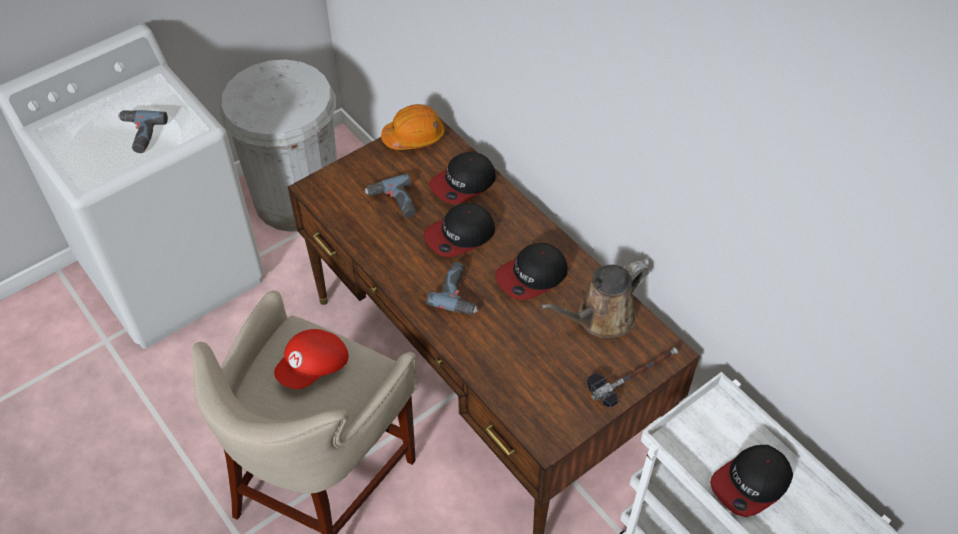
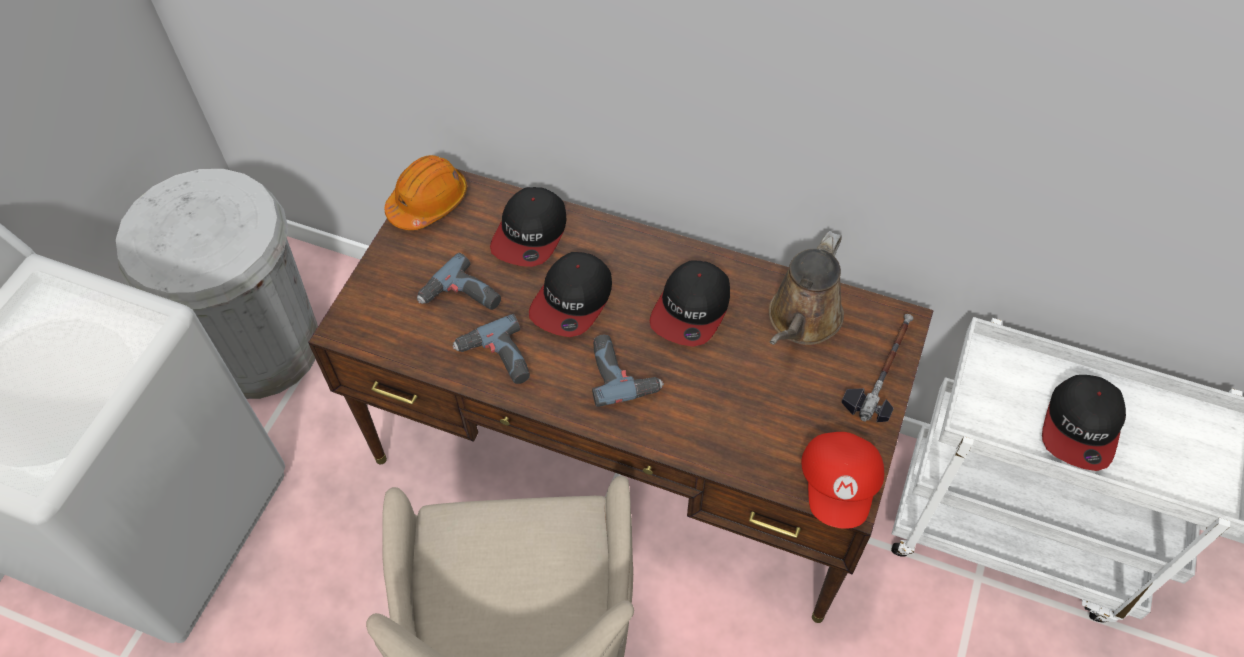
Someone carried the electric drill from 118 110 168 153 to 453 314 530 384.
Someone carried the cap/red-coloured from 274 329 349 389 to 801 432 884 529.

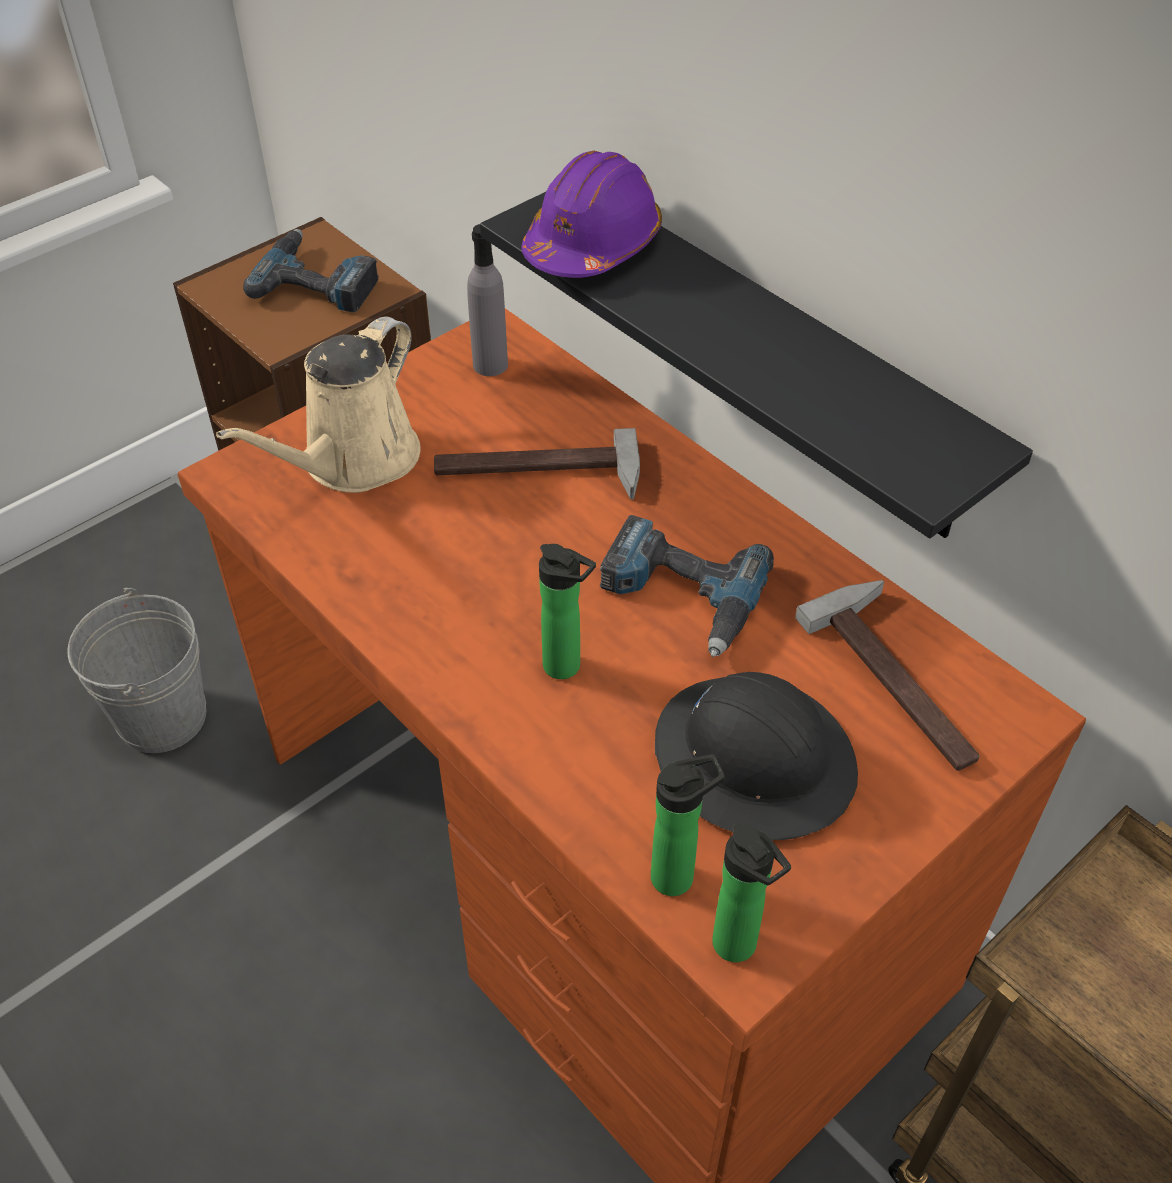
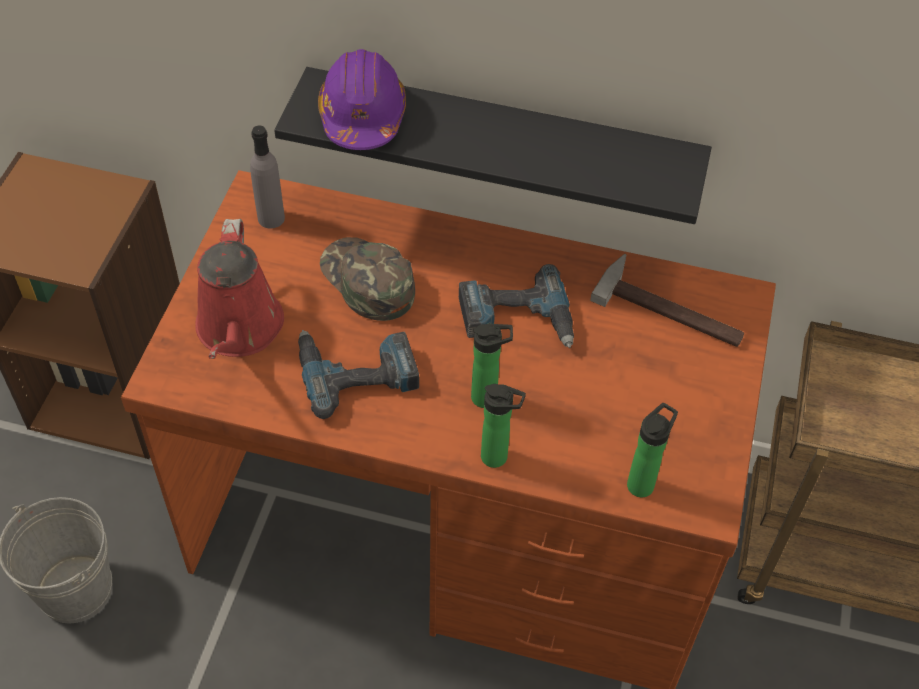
Someone repainted the watering pot/sand-coloured at 216 316 421 493, which became the watering pot/red-coloured at 195 219 284 359.
Someone carried the electric drill from 243 229 379 312 to 298 330 419 419.
Someone swapped the hand hammer at 434 428 640 500 for the cap/green at 320 237 415 321.
Someone carried the bottle from 712 823 791 962 to 481 384 526 468.
Someone took away the hard hat/blackish at 655 672 858 840.

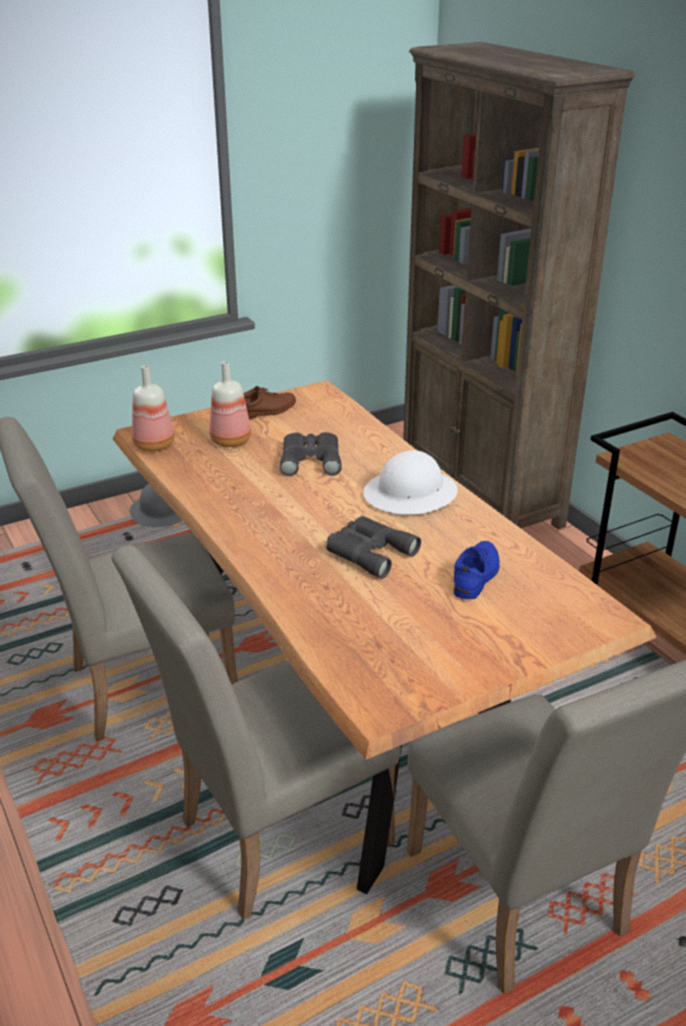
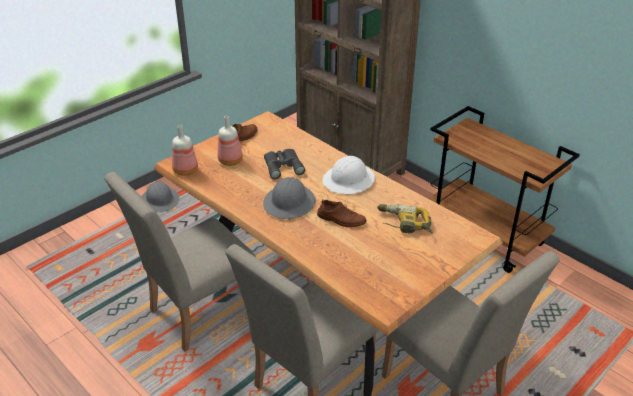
Someone put down the hard hat/grey at 263 177 315 219.
Someone swapped the field glasses/grey at 326 516 421 579 for the item of footwear/brown-coloured at 317 200 367 227.
Someone swapped the item of footwear/bluish at 454 541 500 599 for the electric drill at 377 204 433 234.

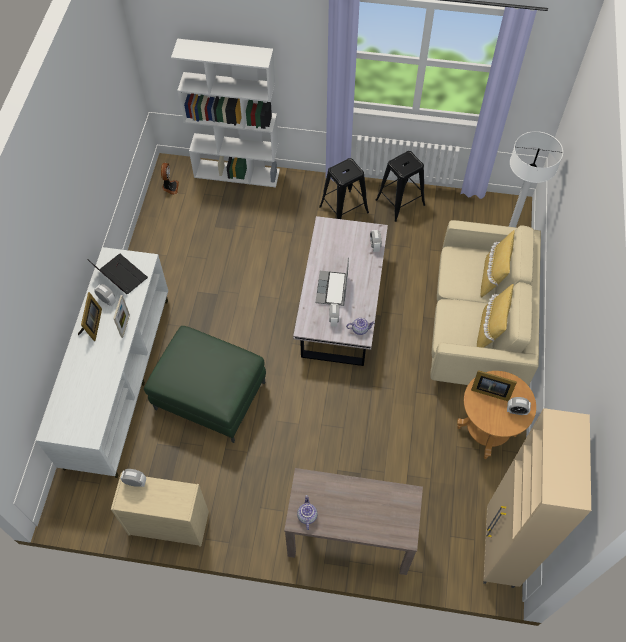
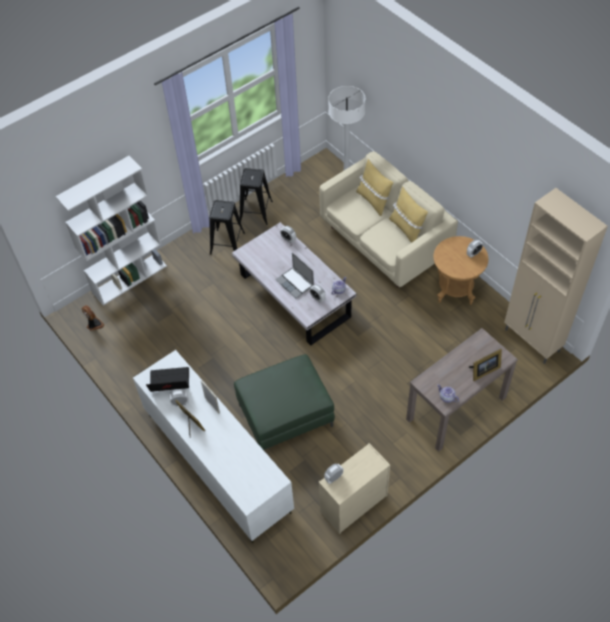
Someone carried the standing frame from 471 370 517 401 to 469 349 502 381.

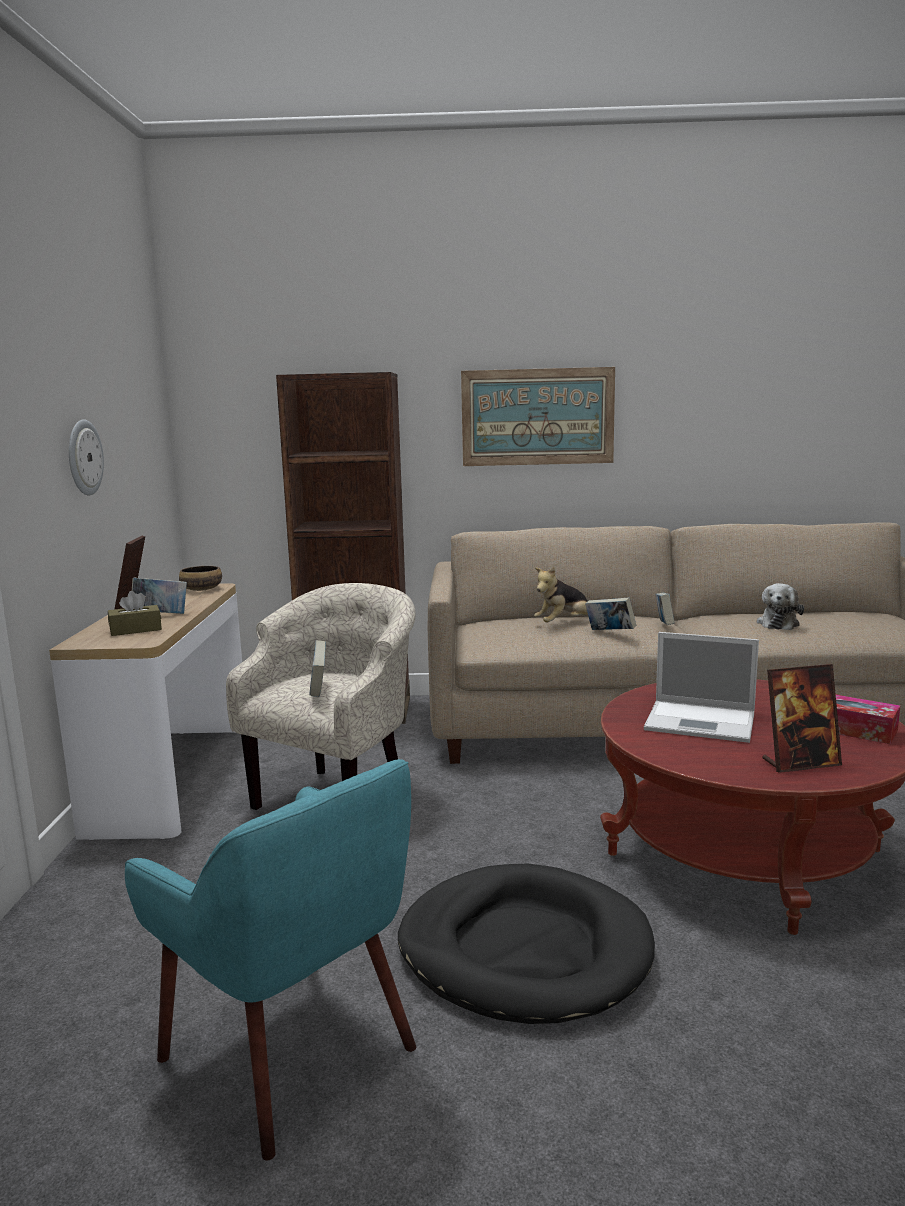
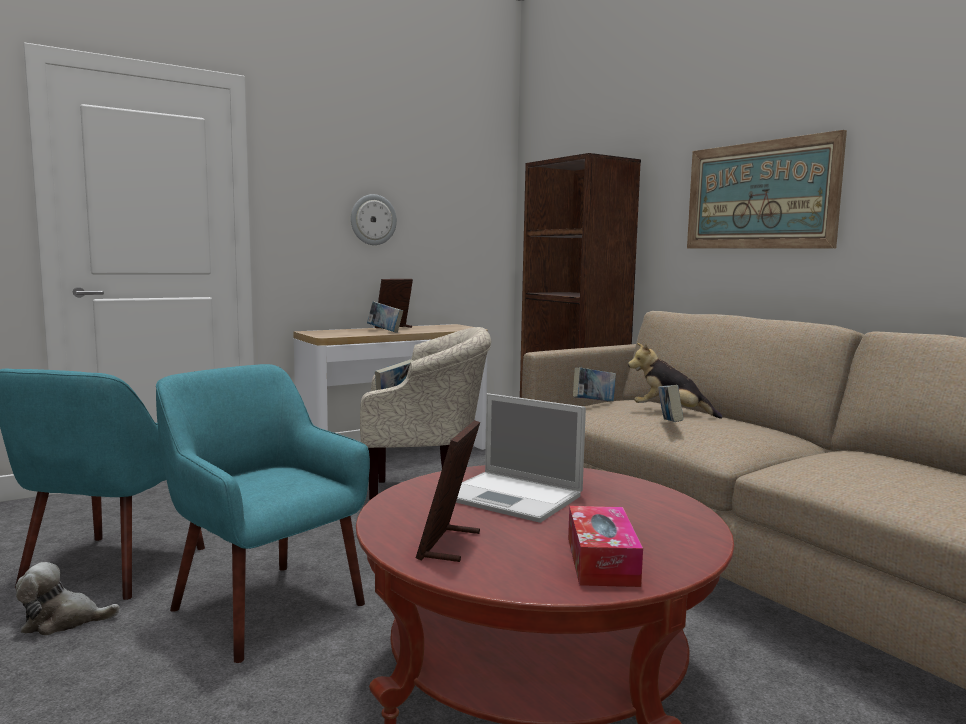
Someone carried the soft toy from 757 583 804 630 to 16 562 120 636.
Someone swapped the dog bed/blackish at 398 864 655 1024 for the armchair/blue-green at 156 364 370 663.
Someone rotated the standing frame at 762 664 842 773 by 60 degrees clockwise.
Someone rotated the portable computer at 644 632 759 743 by 45 degrees counterclockwise.
Someone carried the bound book from 655 592 674 625 to 573 367 616 401.
Someone took away the box of tissues/brown-coloured at 108 591 162 636.
Someone took away the bowl at 179 566 222 591.

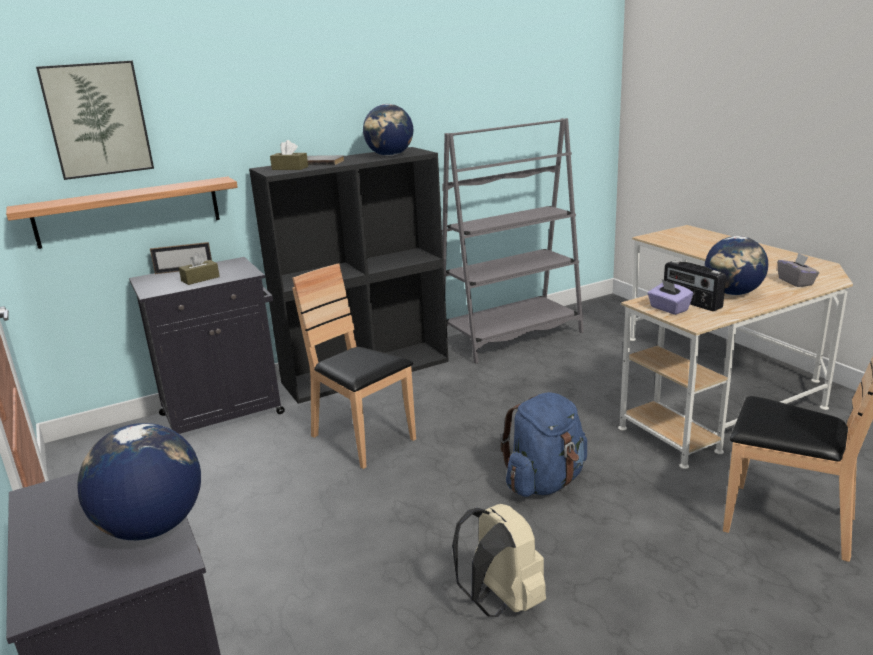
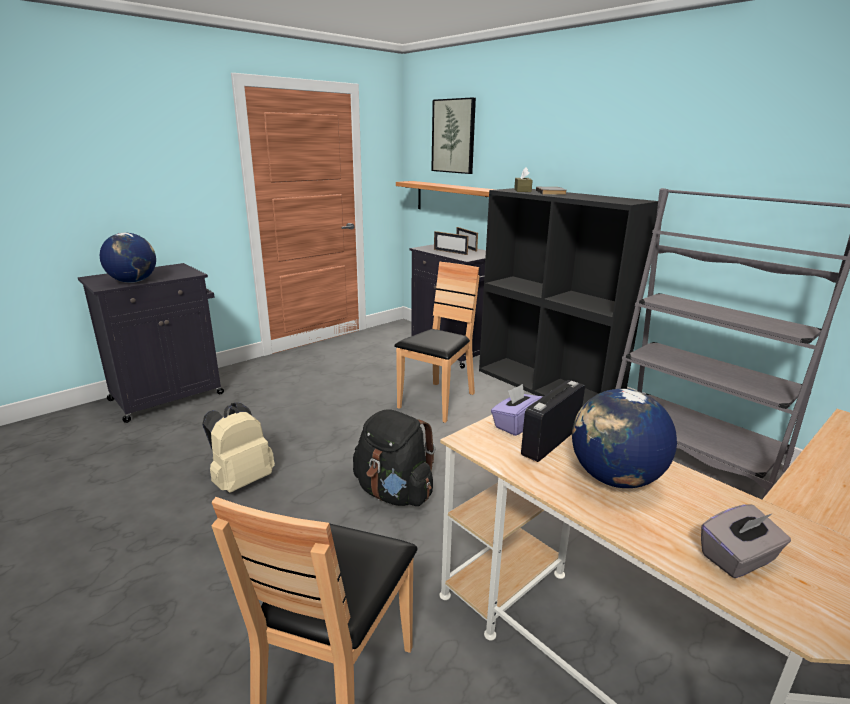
Someone repainted the backpack/bluish at 500 392 587 497, which became the backpack/blackish at 353 409 436 506.
Someone swapped the box of tissues/brown-coloured at 179 252 220 285 for the standing frame at 434 231 469 255.
Someone took away the globe at 363 104 413 156.

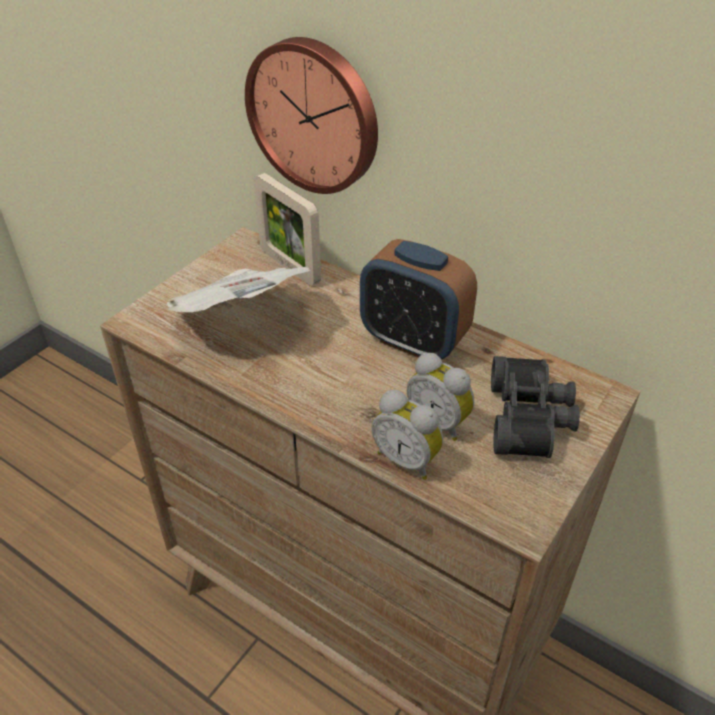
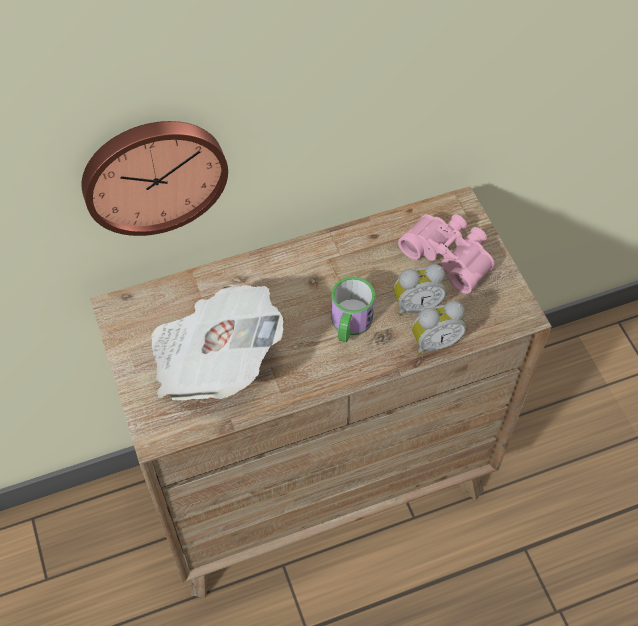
Someone put down the tea mug at 331 276 375 342.
Someone repainted the field glasses/blackish at 491 356 580 458, which became the field glasses/pink at 398 214 495 294.
Someone took away the standing frame at 253 173 321 286.
Someone took away the table clock at 360 239 477 359.

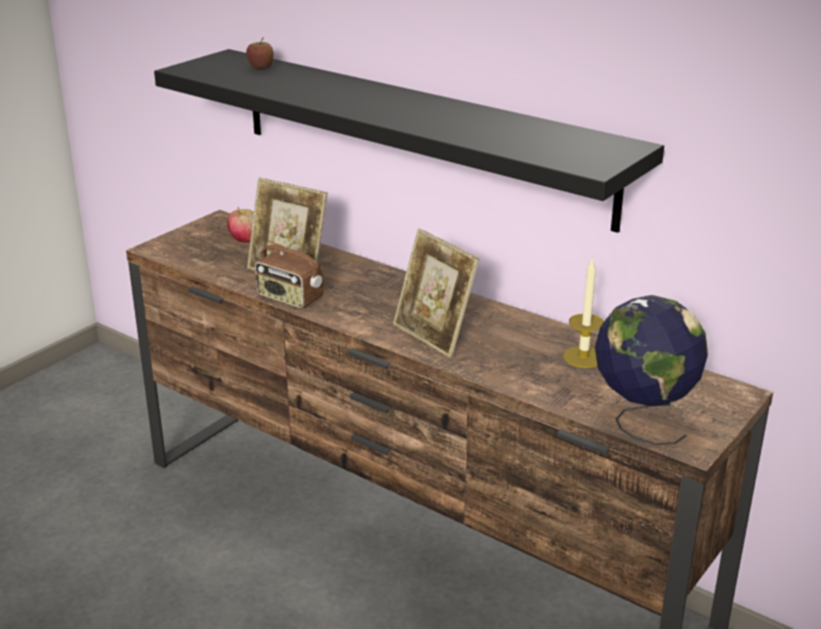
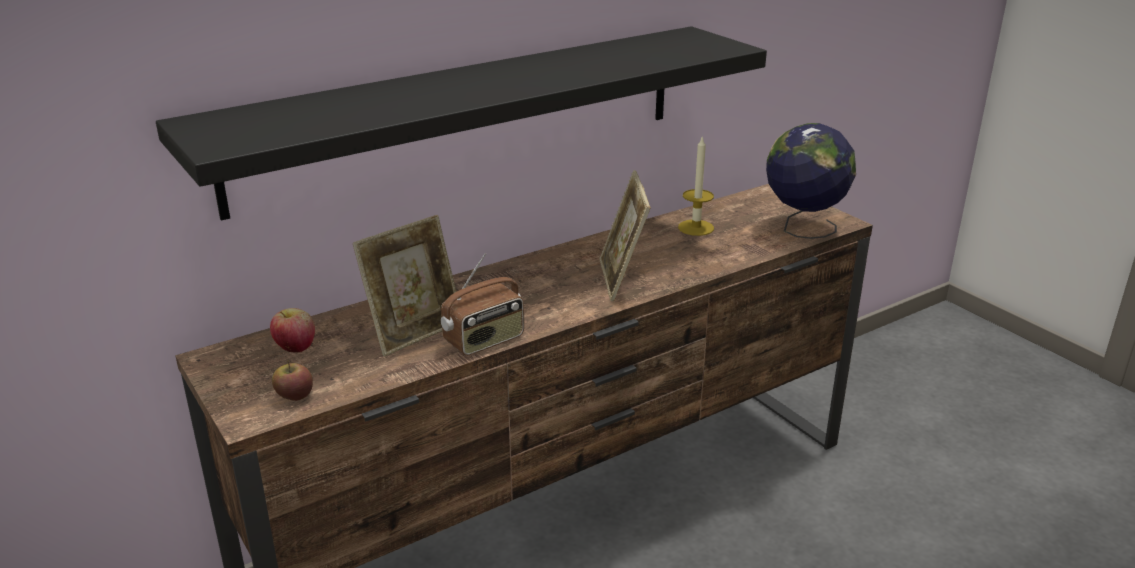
Someone carried the apple fruit from 246 38 274 69 to 272 360 313 401.
Someone rotated the standing frame at 393 228 480 358 by 105 degrees clockwise.

